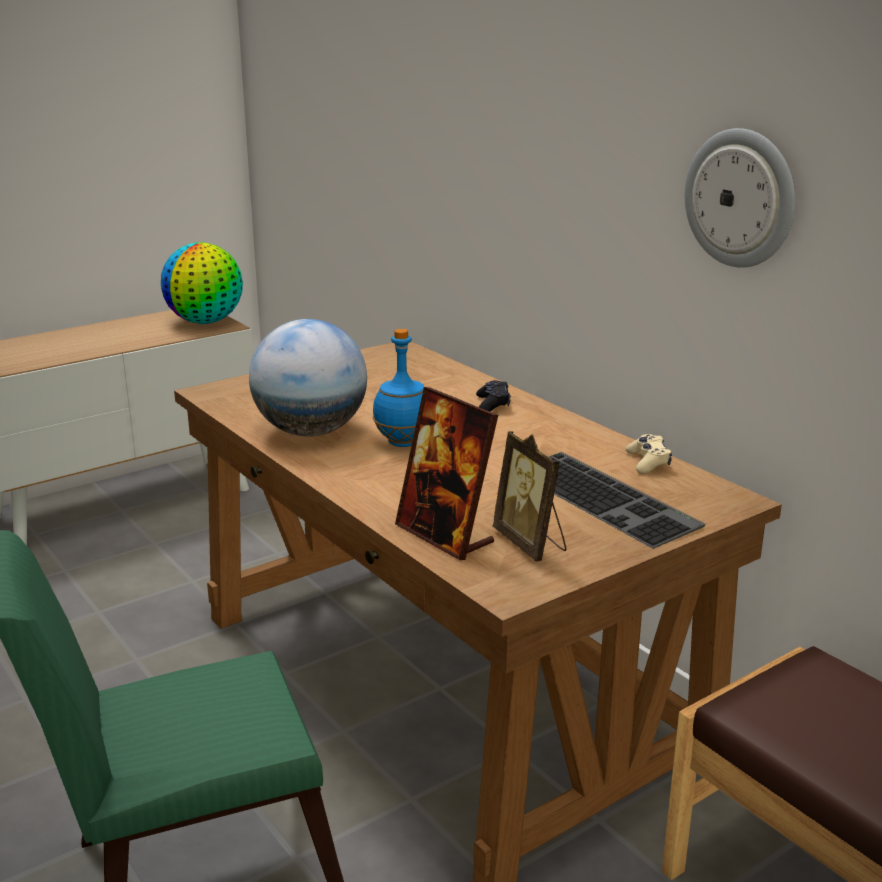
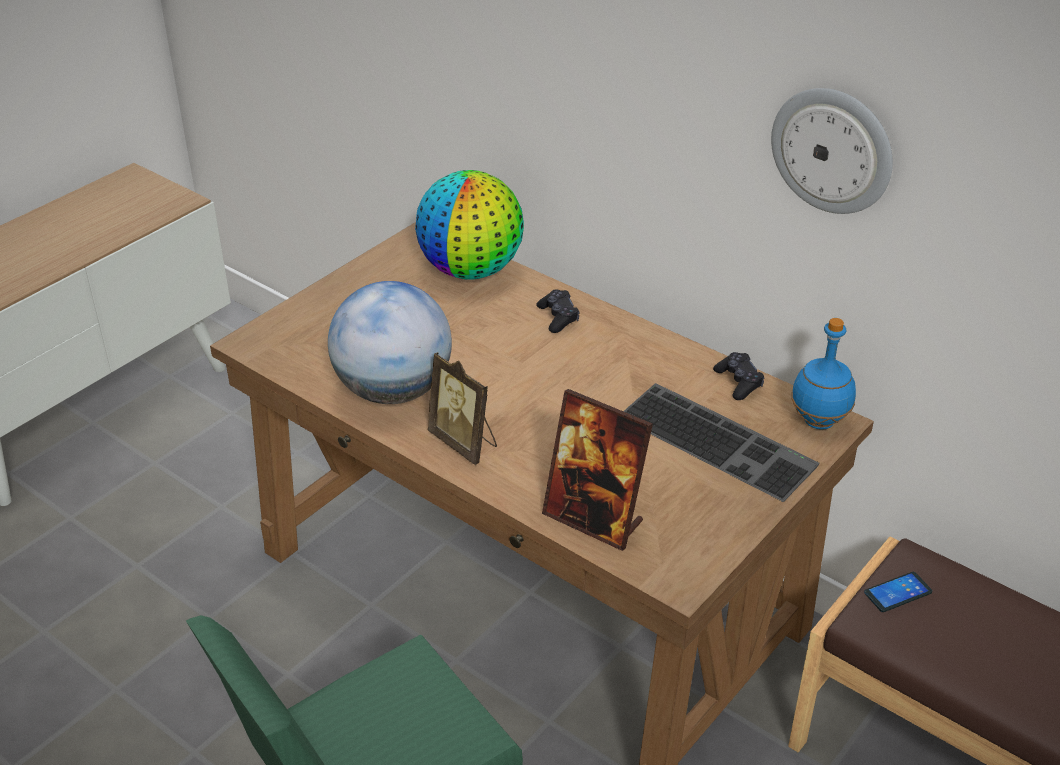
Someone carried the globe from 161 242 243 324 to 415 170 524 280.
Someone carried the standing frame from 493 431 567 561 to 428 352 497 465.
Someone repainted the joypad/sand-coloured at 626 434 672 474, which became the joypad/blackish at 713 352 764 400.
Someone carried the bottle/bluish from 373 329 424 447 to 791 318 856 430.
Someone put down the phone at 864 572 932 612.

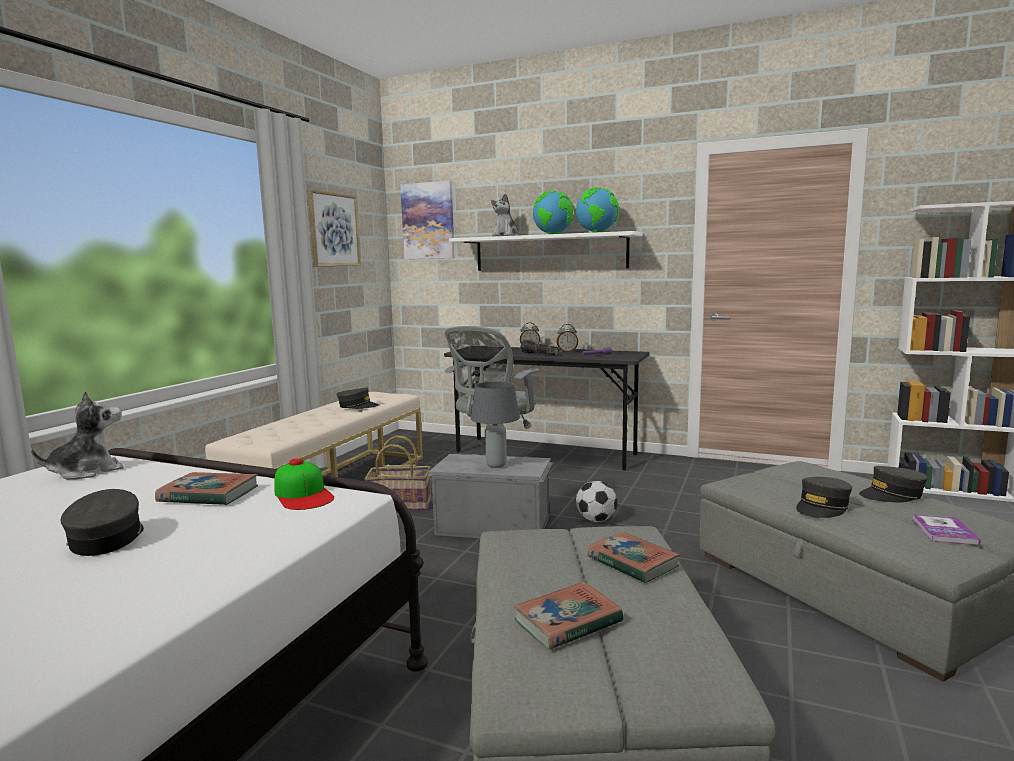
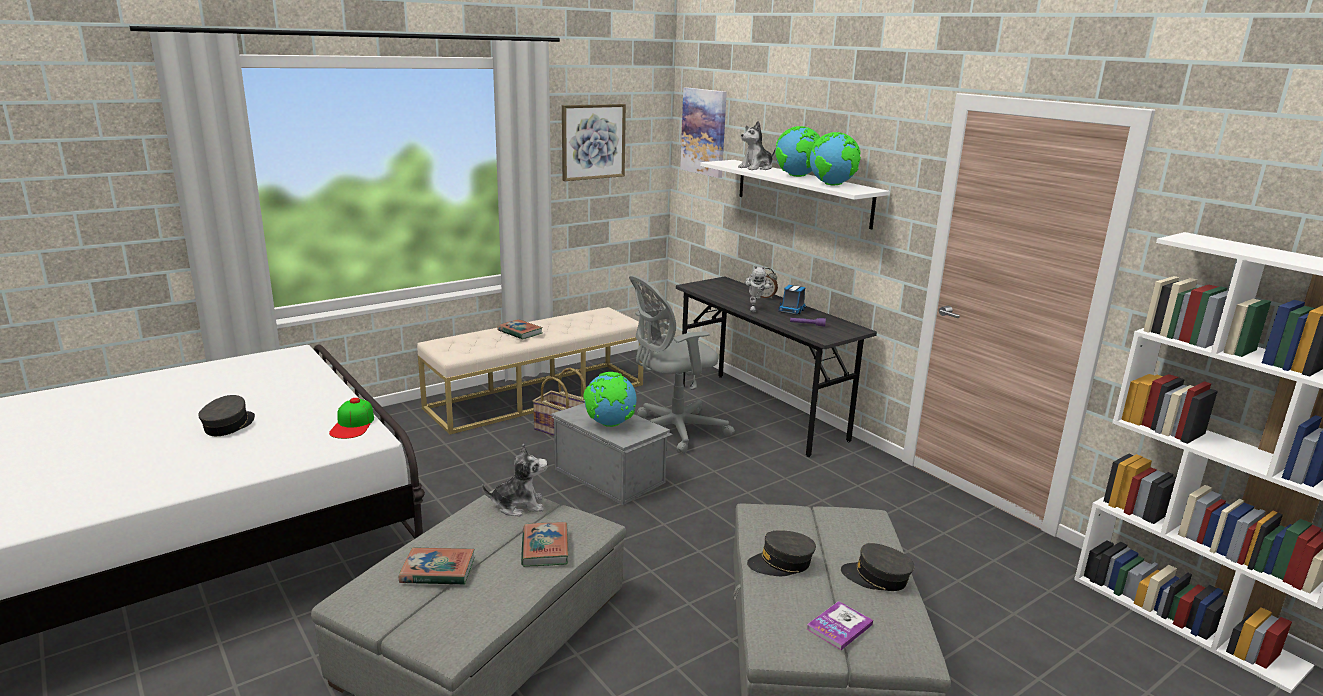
Someone carried the soft toy from 31 391 124 480 to 482 444 548 516.
Someone carried the bound book from 155 472 258 505 to 497 319 543 340.
Someone swapped the table lamp/grey at 471 381 520 468 for the globe at 583 372 637 427.
Someone swapped the torch at 520 340 559 356 for the model robot at 744 266 772 312.
Someone swapped the table clock at 557 324 578 352 for the model truck at 778 285 806 315.
Someone took away the cap/grey at 336 388 379 409.
Someone took away the football at 576 481 617 522.

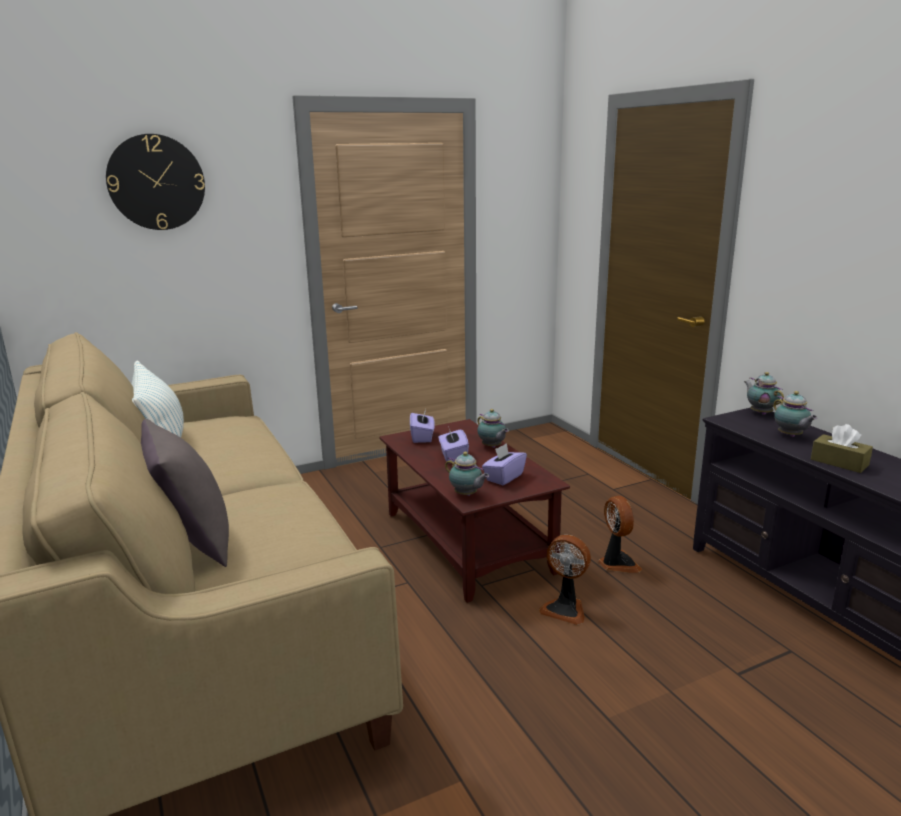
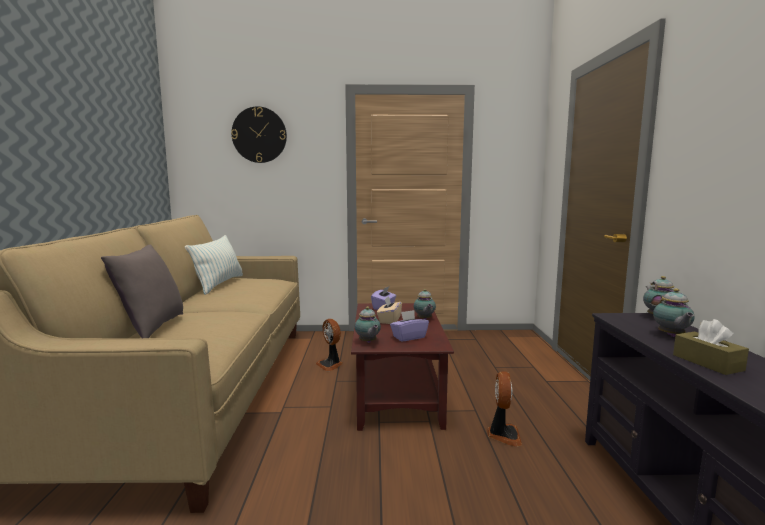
Someone carried the fan from 539 535 591 625 to 316 319 343 371.
Someone repainted the box of tissues/purplish at 439 426 469 463, which became the box of tissues/sand-coloured at 377 296 402 324.

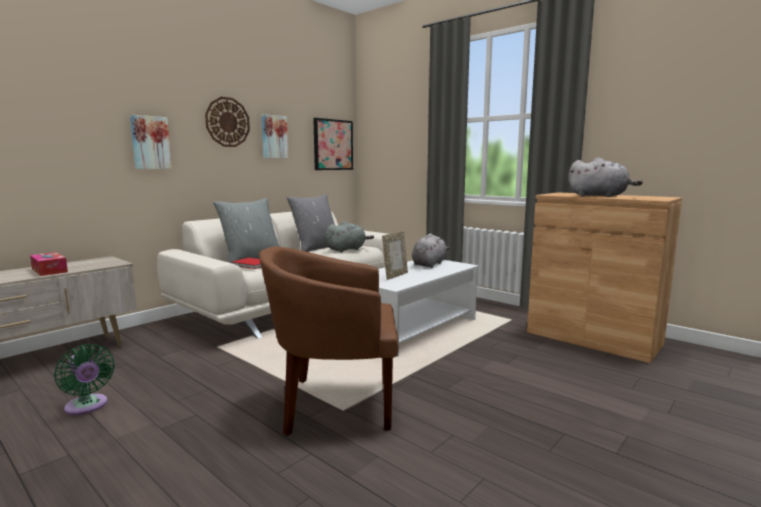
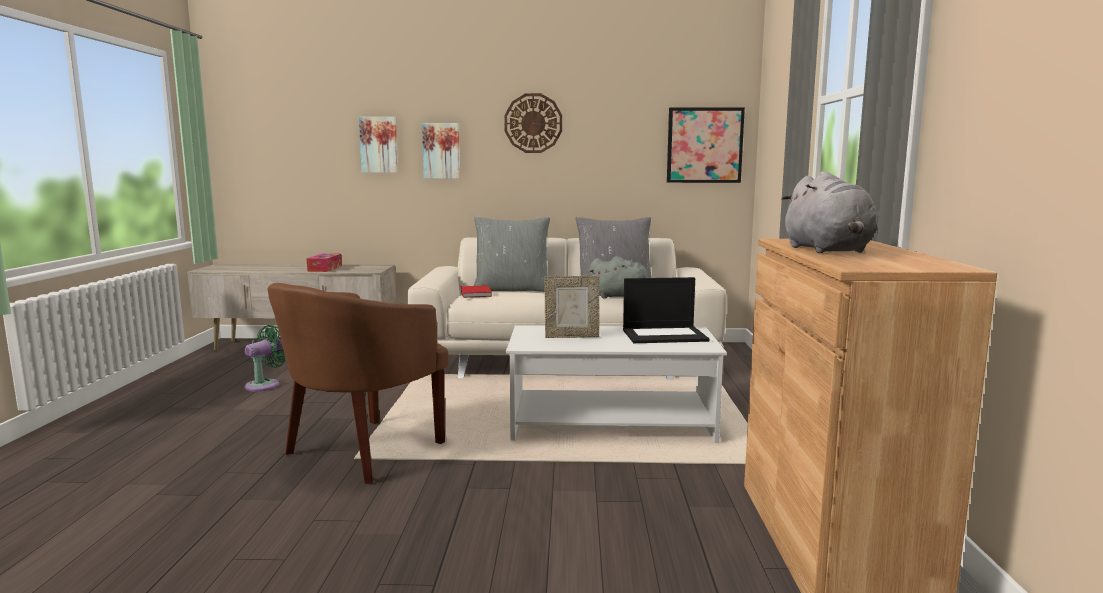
Someone rotated the fan/green at 54 344 115 415 by 150 degrees counterclockwise.
Someone rotated the armchair/brown-coloured at 259 246 398 436 by 105 degrees counterclockwise.
Someone carried the wall picture from 261 114 288 159 to 359 117 398 173.
Someone swapped the soft toy/grey at 412 233 450 268 for the portable computer at 623 277 710 343.

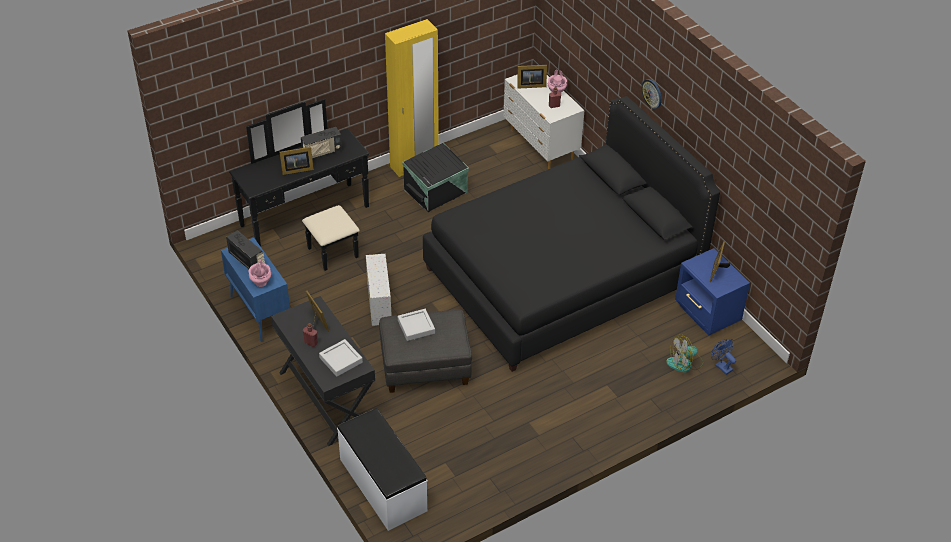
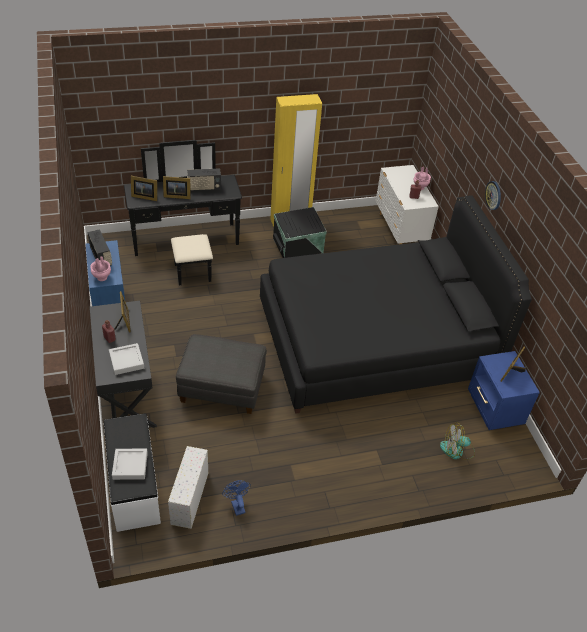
Someone carried the carrying tray/grey from 398 309 435 341 to 112 449 148 480.
Someone carried the standing frame from 517 65 547 89 to 131 176 157 201.
Someone carried the storage box/white from 366 254 391 326 to 168 446 208 529.
Someone carried the fan/bluish from 712 339 736 375 to 222 480 251 516.

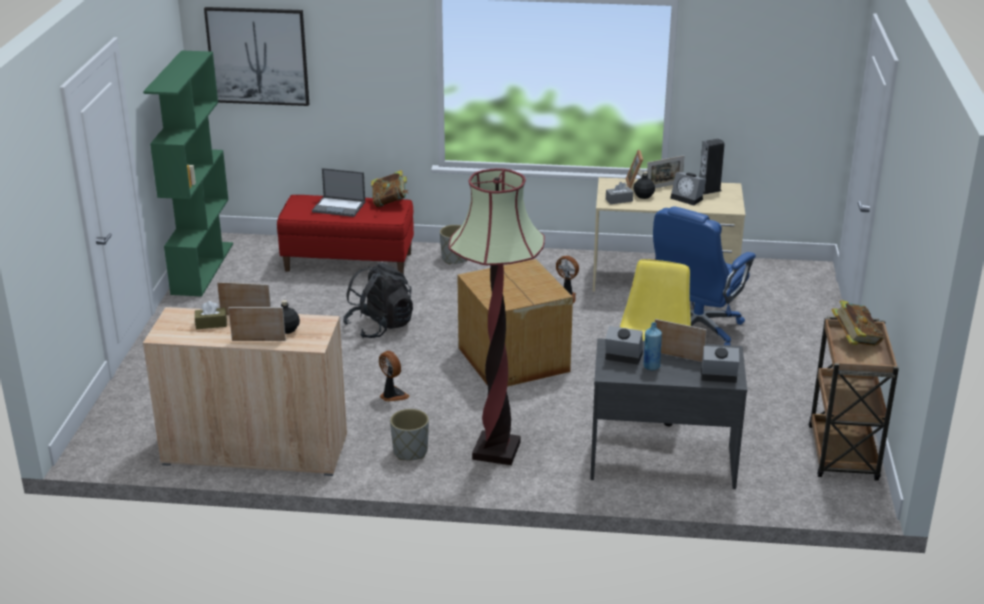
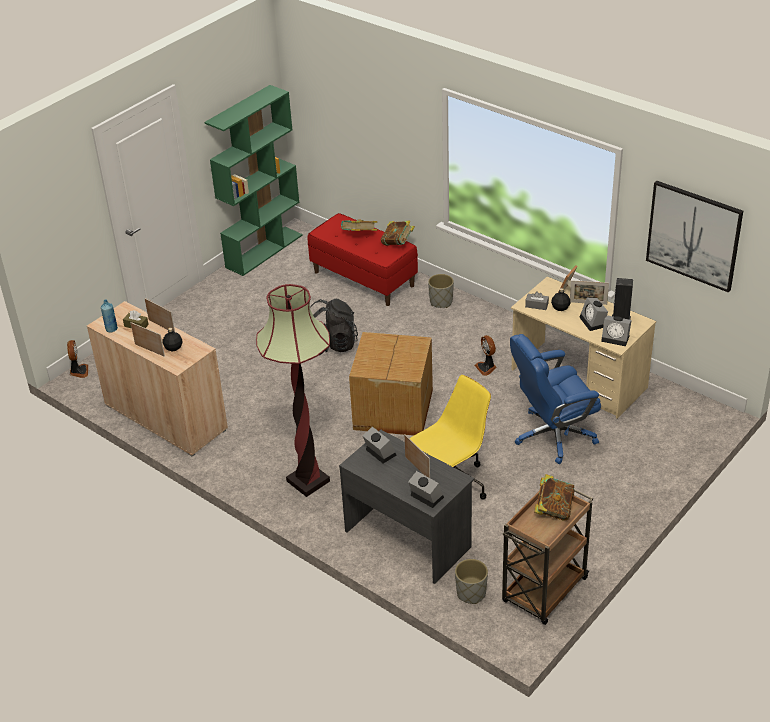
Someone carried the fan from 379 351 410 402 to 67 340 88 378.
Someone carried the bottle/bluish from 643 322 662 370 to 101 299 118 332.
Someone swapped the portable computer at 312 168 365 217 for the bound book at 341 220 377 231.
Someone carried the flower pot/grey from 390 409 429 460 to 455 559 488 604.
Someone put down the table clock at 601 315 631 346.
Someone carried the wall picture from 204 7 309 106 to 646 181 743 293.

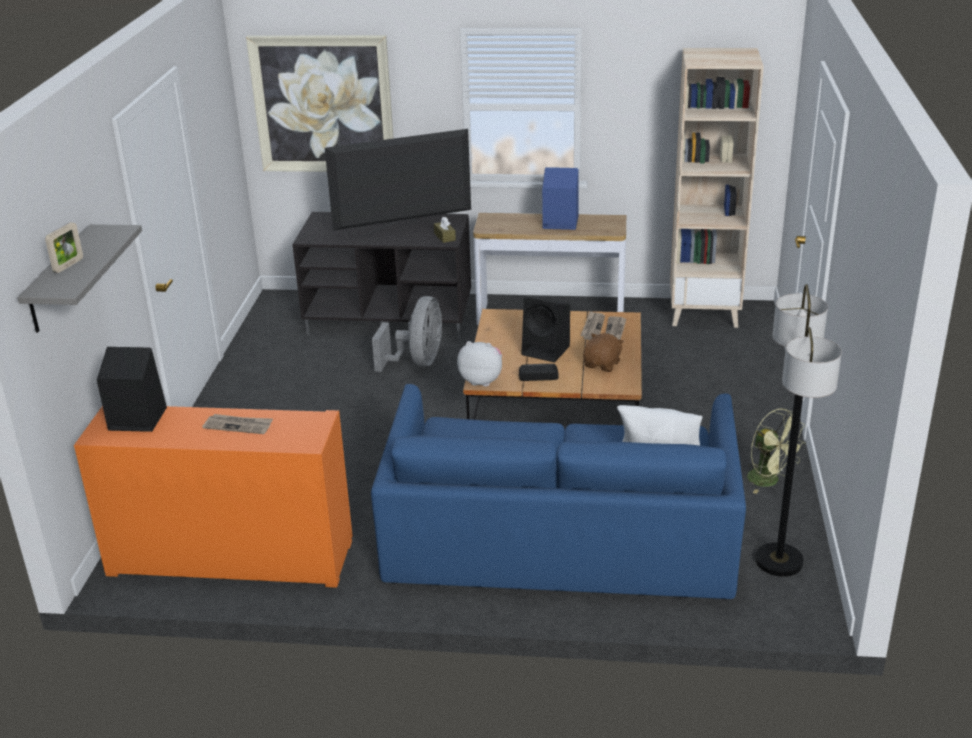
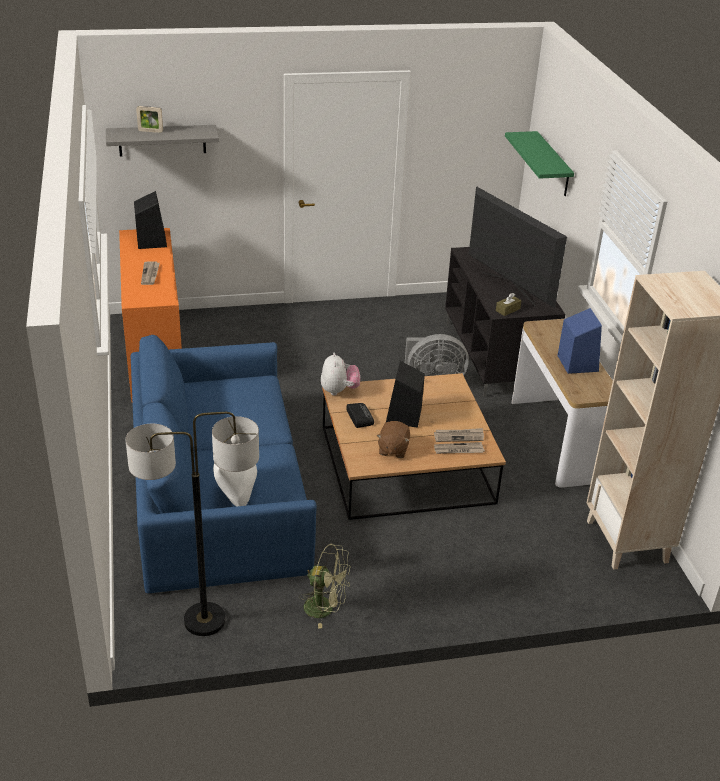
Someone rotated the fan/green at 747 408 806 494 by 105 degrees counterclockwise.
Someone rotated the soft toy/brown-coloured at 583 333 624 372 by 90 degrees clockwise.
Someone swapped the wall picture at 246 35 394 172 for the wall shelf/green at 505 131 574 196.

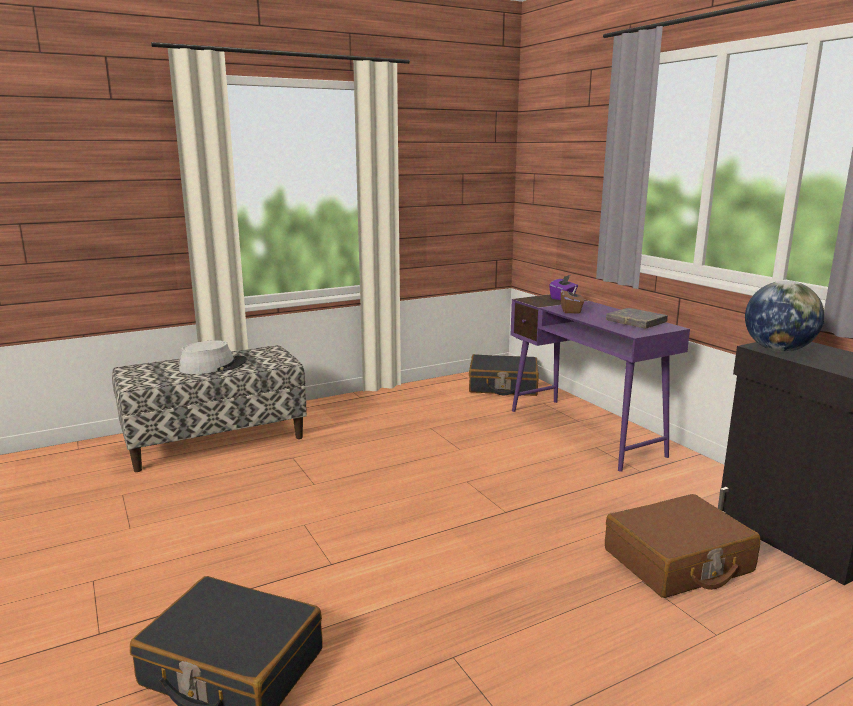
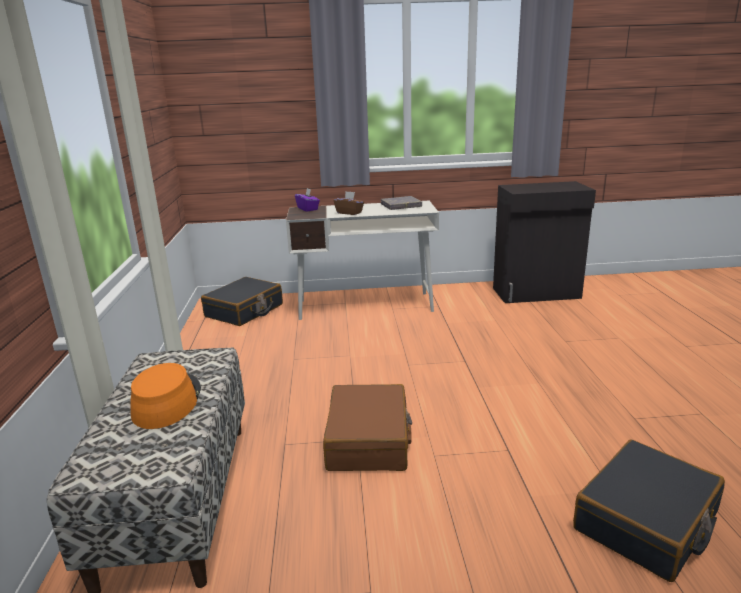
Someone repainted the wearable hat/grey at 179 340 247 374, which became the wearable hat/orange at 130 363 201 429.
Someone repainted the desk/purplish at 511 294 690 472, which became the desk/white at 286 201 439 320.
Someone carried the piece of luggage/brown-coloured from 605 494 760 598 to 323 384 412 471.
Someone took away the globe at 745 281 824 352.

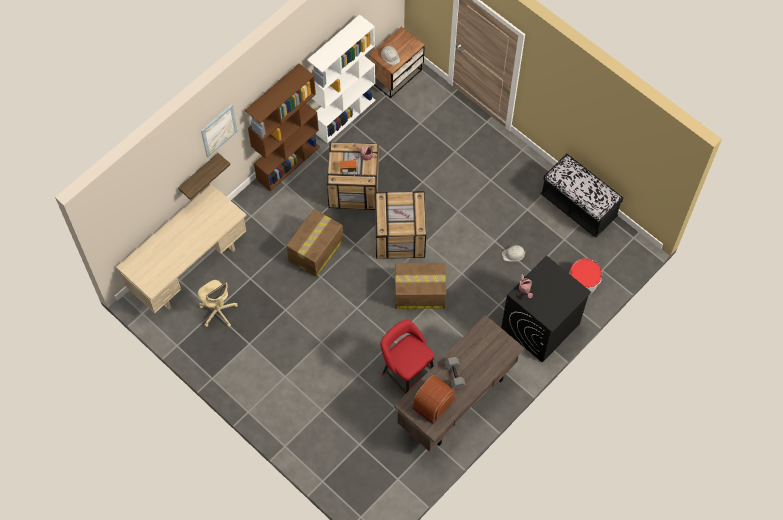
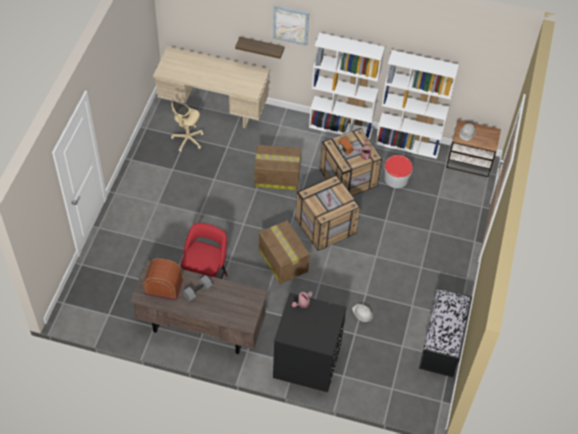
Someone repainted the bookshelf/brown-coloured at 245 63 320 191, which became the bookshelf/white at 309 33 385 140.
Someone carried the pail from 570 258 602 294 to 384 155 413 188.

